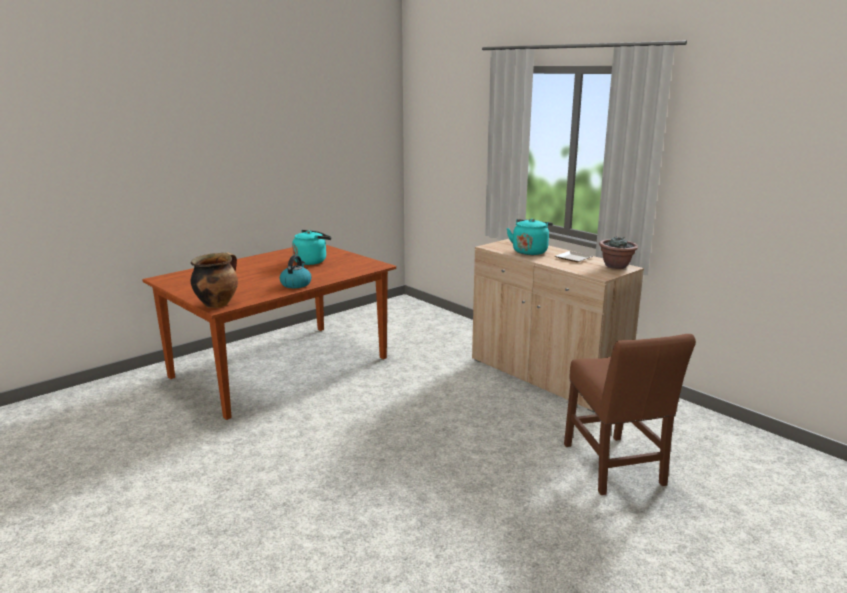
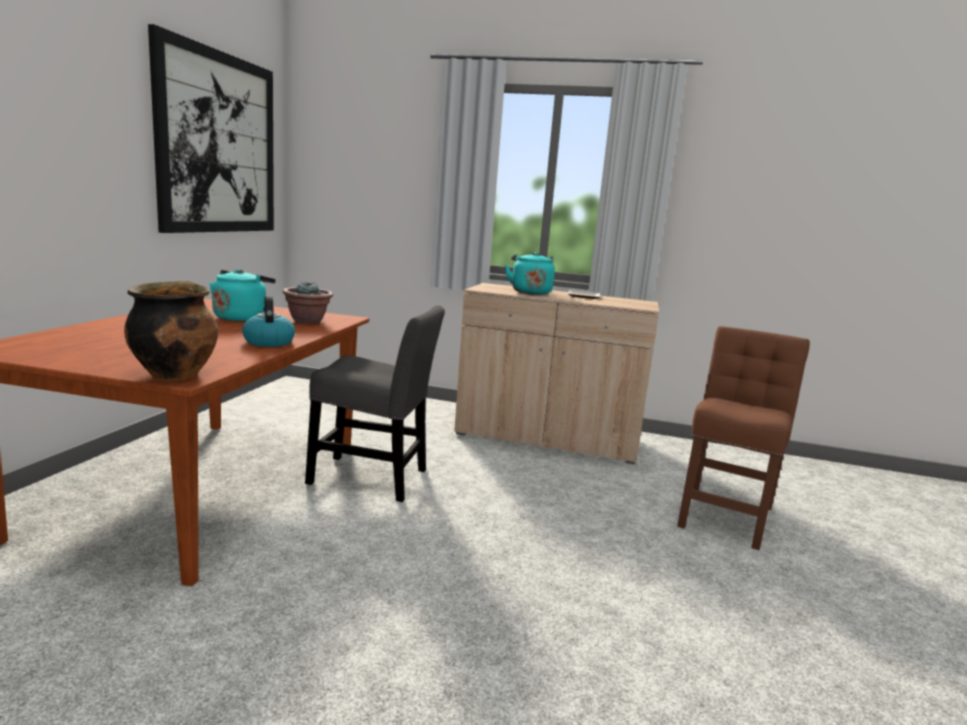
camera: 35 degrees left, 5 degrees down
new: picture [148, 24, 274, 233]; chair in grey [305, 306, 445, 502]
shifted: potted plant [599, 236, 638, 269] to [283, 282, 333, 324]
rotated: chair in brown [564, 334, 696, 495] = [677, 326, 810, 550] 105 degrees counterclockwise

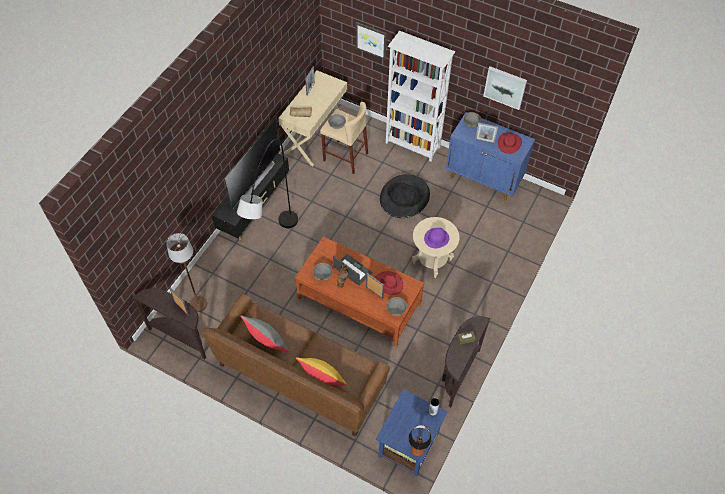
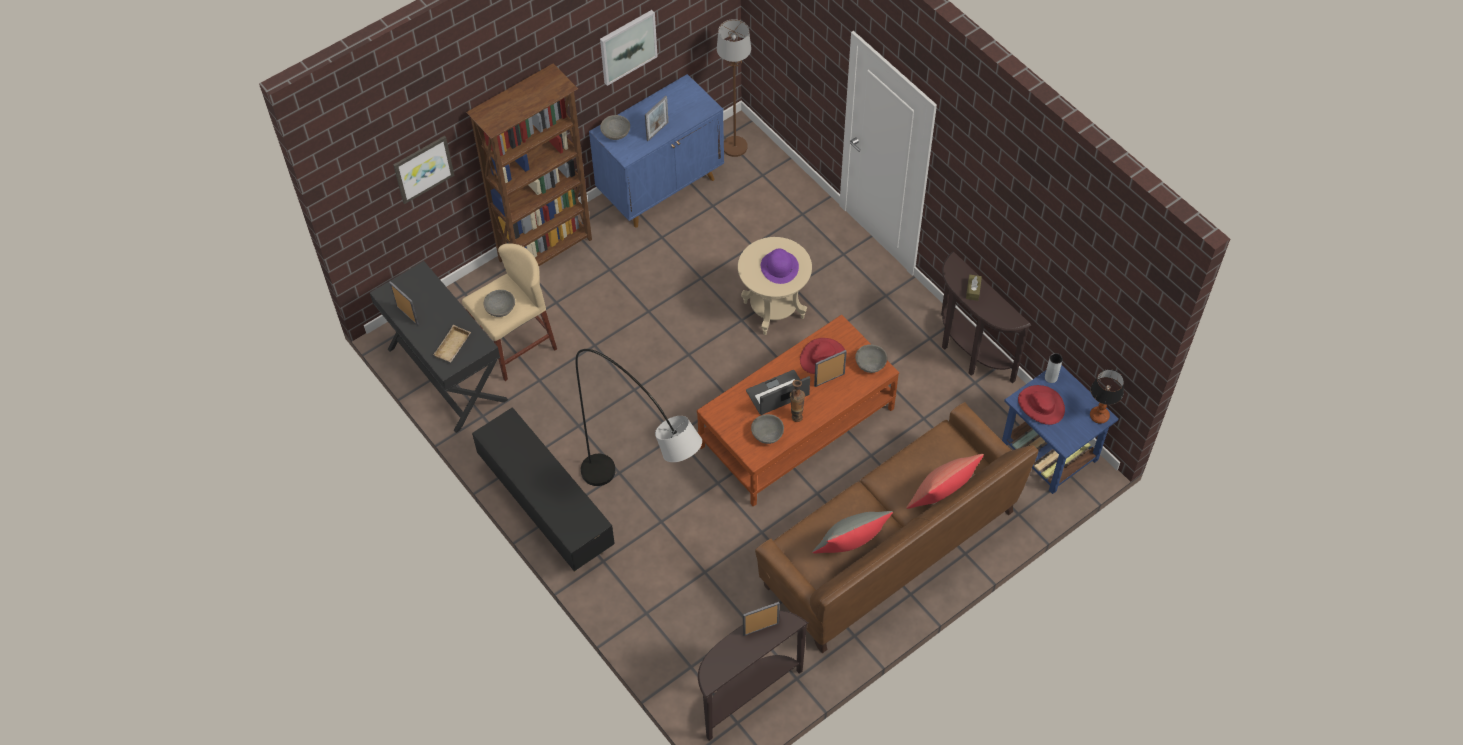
camera: 65 degrees left, 0 degrees up
gone: television [225, 118, 280, 210]; dog bed in black [380, 174, 430, 218]
shifted: floor lamp in brown [166, 233, 207, 312] to [717, 19, 751, 157]; hat in red [498, 132, 522, 154] to [1018, 385, 1065, 425]
repainted: desk in beige [278, 70, 347, 166] to desk in black [370, 261, 508, 433]; pillow in yellow [296, 357, 347, 386] to pillow in red [906, 454, 984, 509]; bookcase in white [386, 31, 455, 162] to bookcase in brown [466, 64, 592, 266]

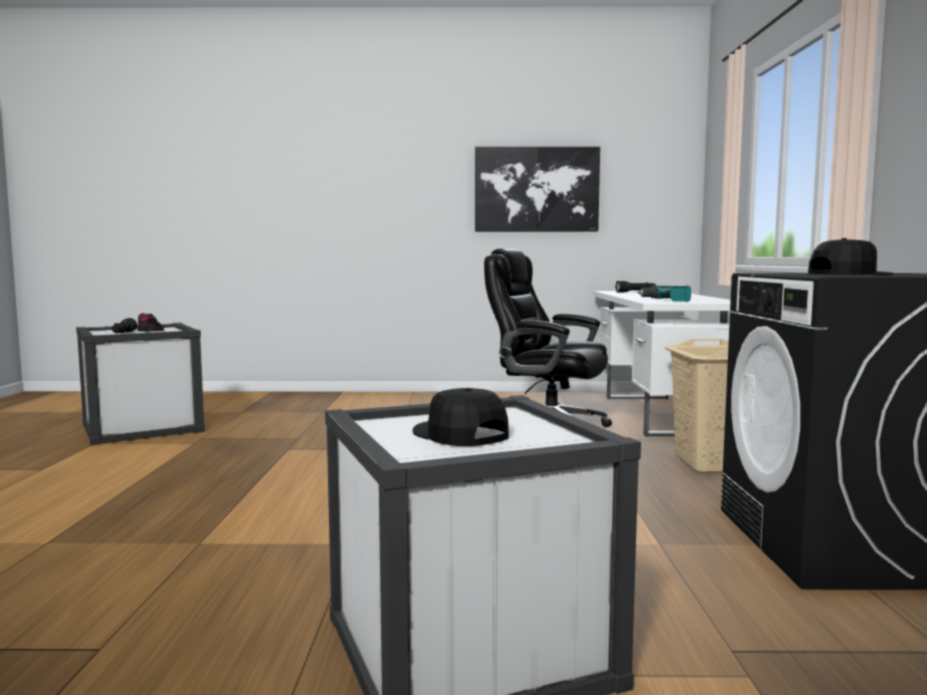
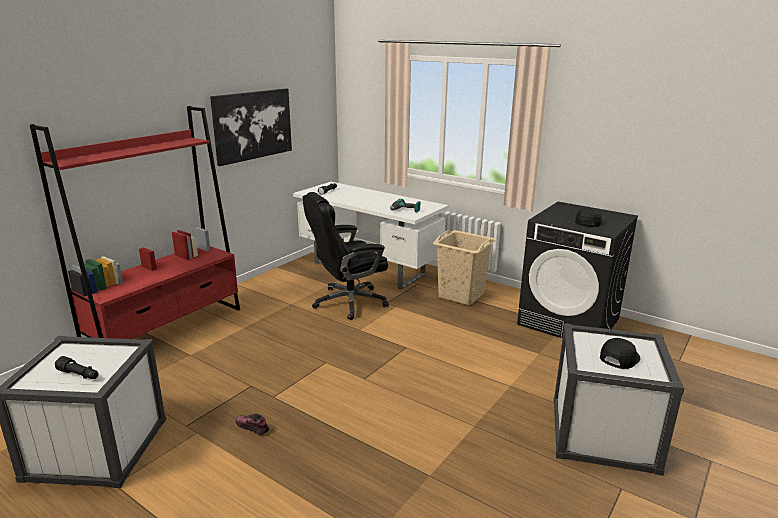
camera: 55 degrees left, 15 degrees up
new: bookcase in red [30, 106, 240, 339]
shifted: shoe [137, 313, 164, 332] to [236, 414, 269, 435]
rotated: cap in black [413, 388, 509, 446] = [600, 338, 640, 369] 135 degrees clockwise

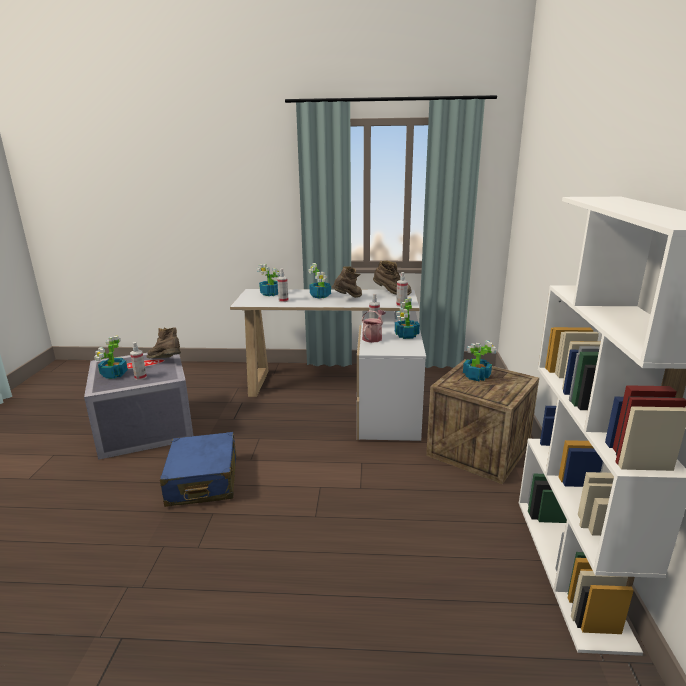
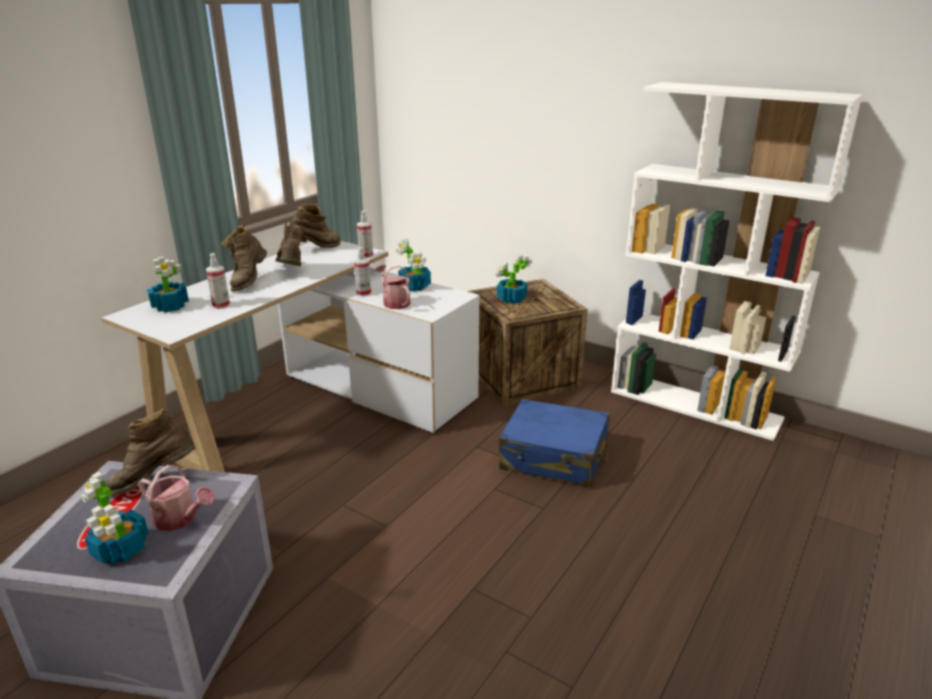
camera: 60 degrees left, 5 degrees up
shifted: suitcase in blue [160, 432, 237, 507] to [499, 399, 609, 487]
swapped: spray bottle [130, 342, 147, 380] to watering can [138, 465, 215, 531]; potted plant [308, 263, 331, 299] to boot in brown [221, 225, 267, 292]

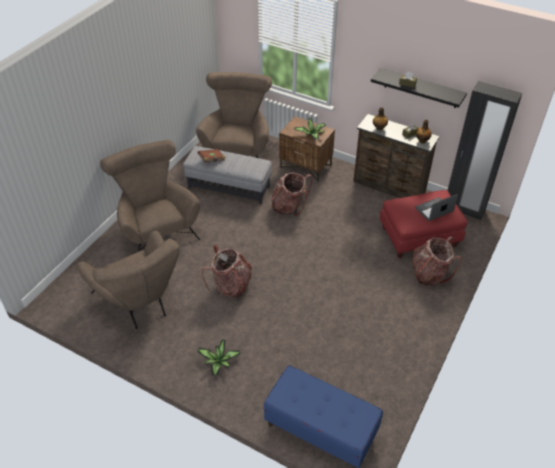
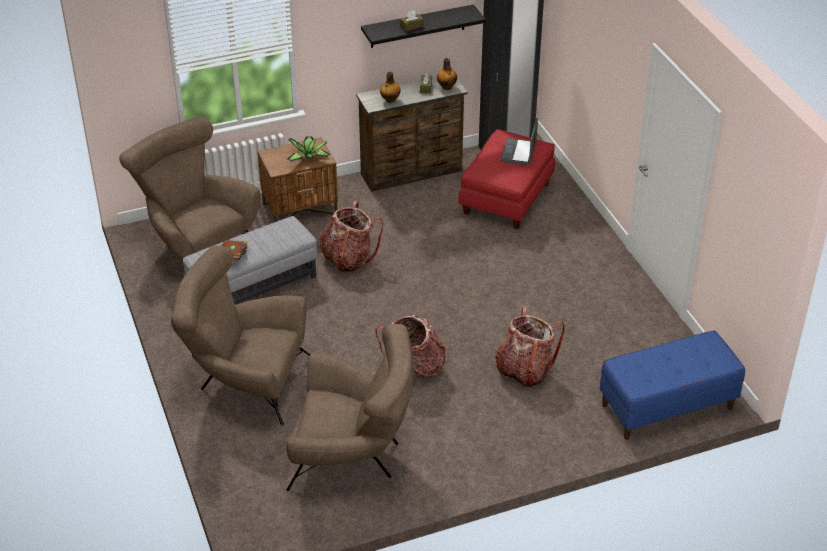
camera: 50 degrees left, 5 degrees down
gone: potted plant [198, 339, 240, 376]
shifted: backpack [412, 236, 462, 285] to [495, 307, 565, 388]

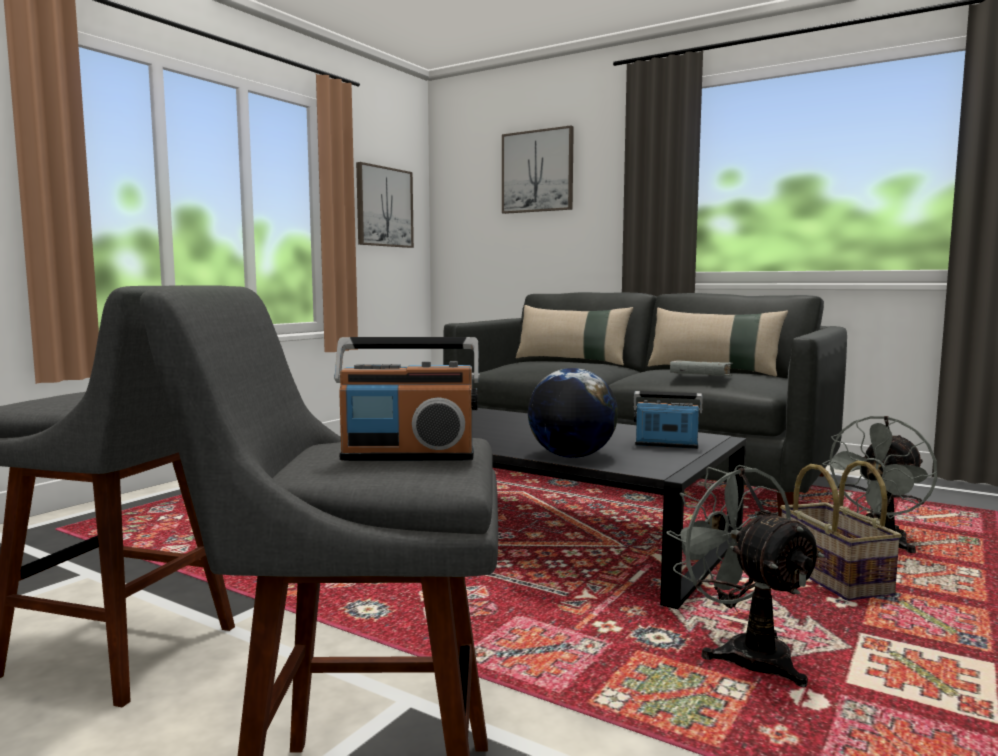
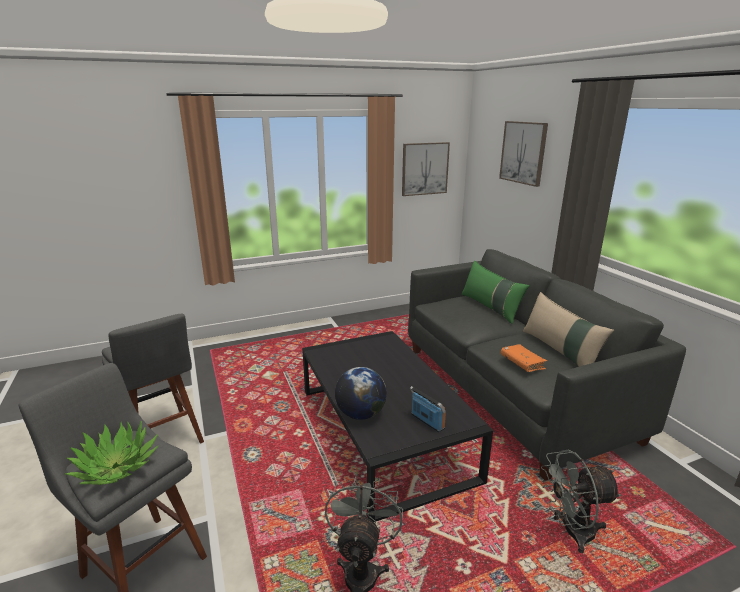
camera: 35 degrees right, 15 degrees up
gone: basket [780, 460, 902, 600]
swapped: radio [334, 337, 480, 461] to potted plant [65, 421, 158, 485]
repainted: pillow in beige [516, 305, 633, 365] to pillow in green [461, 261, 530, 324]; book in grey [670, 360, 733, 377] to book in orange [501, 344, 547, 372]

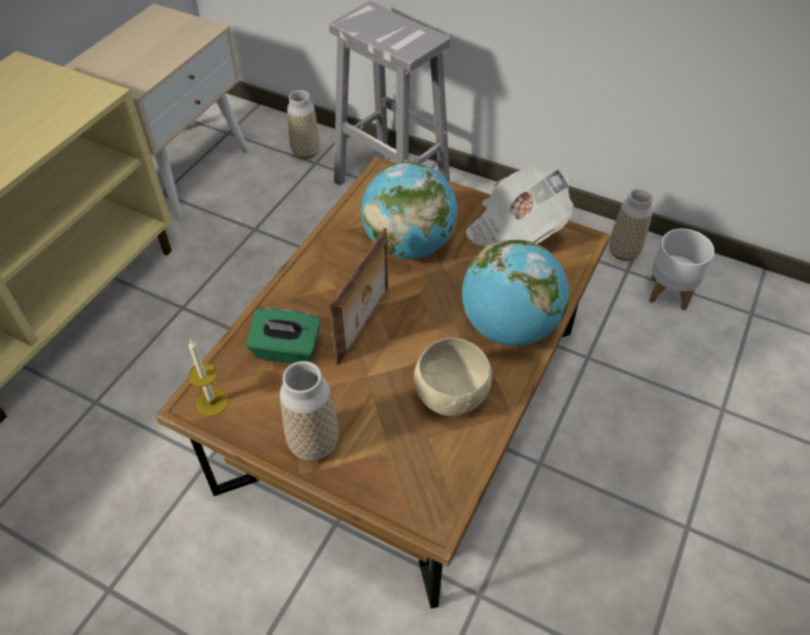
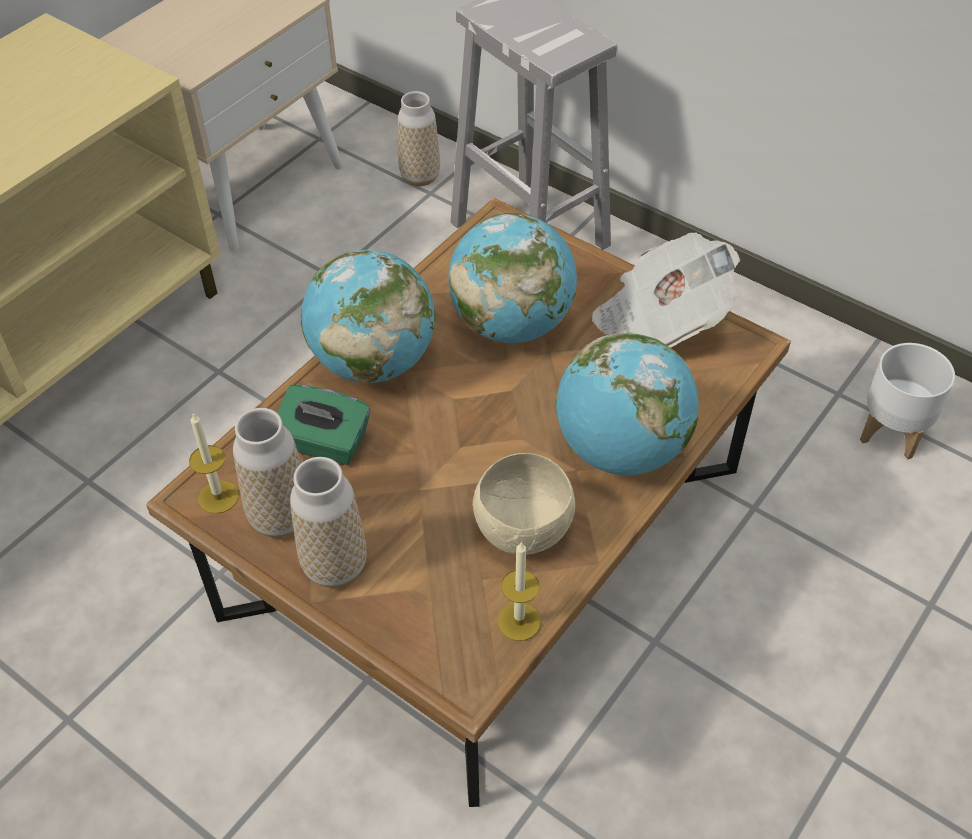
camera: 10 degrees right, 0 degrees up
gone: picture frame [329, 228, 388, 365]
new: globe [301, 250, 435, 383]; candle [498, 542, 541, 641]
shifted: vase [609, 188, 653, 261] to [233, 408, 301, 538]

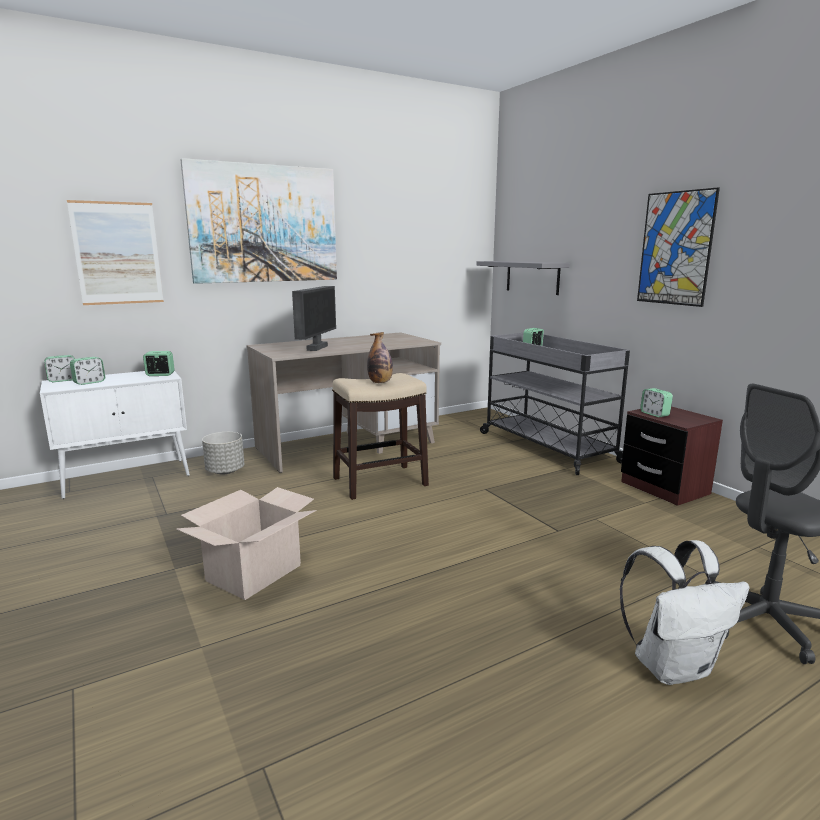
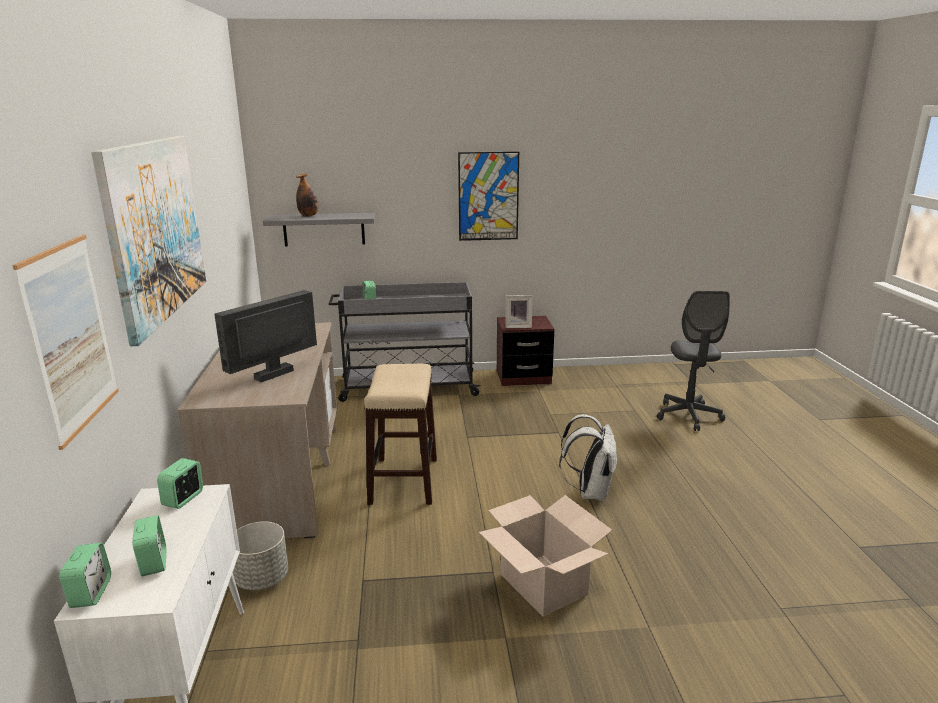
camera: 65 degrees left, 5 degrees up
shifted: bottle [367, 332, 393, 383] to [296, 174, 318, 217]; backpack in white [620, 540, 749, 685] to [559, 414, 618, 501]
swapped: alarm clock [640, 388, 673, 417] to picture frame [505, 295, 532, 328]
rotated: monitor [292, 286, 336, 351] = [214, 290, 317, 382] 90 degrees counterclockwise

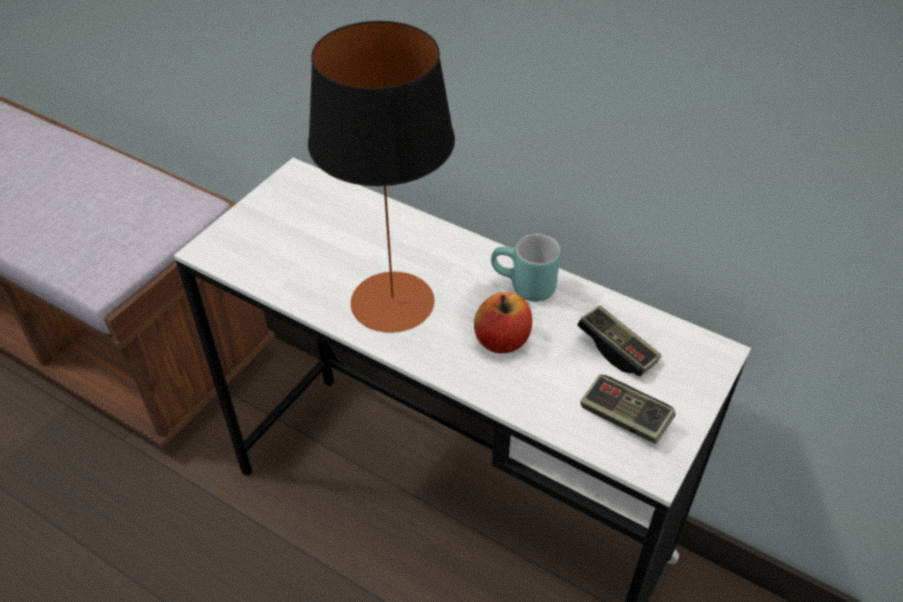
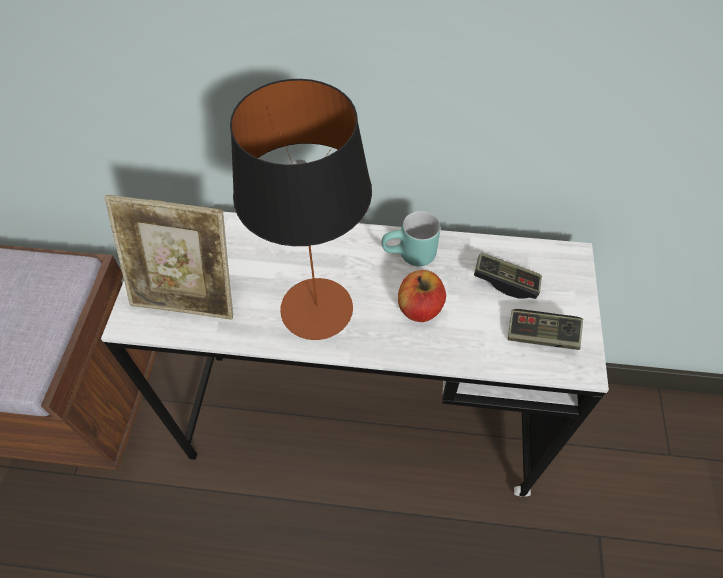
camera: 25 degrees left, 10 degrees up
new: picture frame [104, 195, 233, 320]

